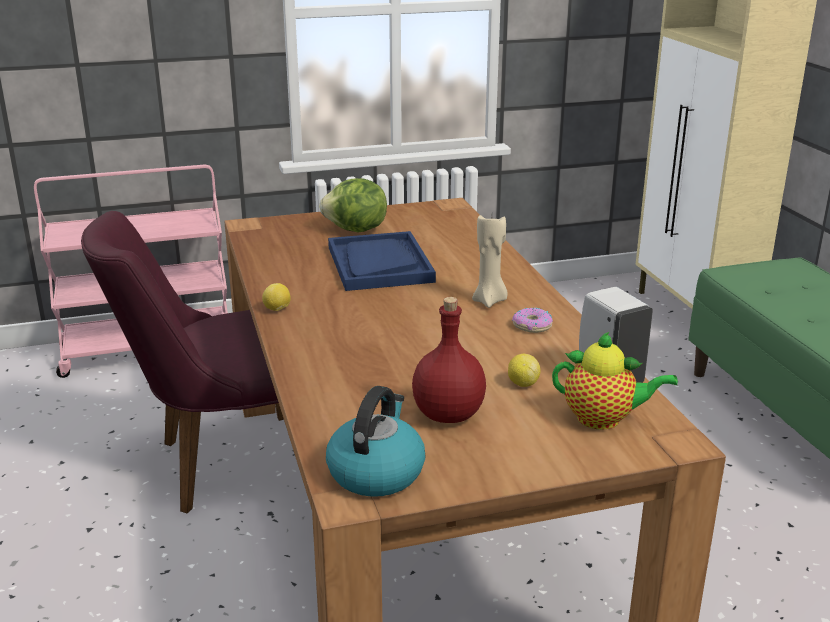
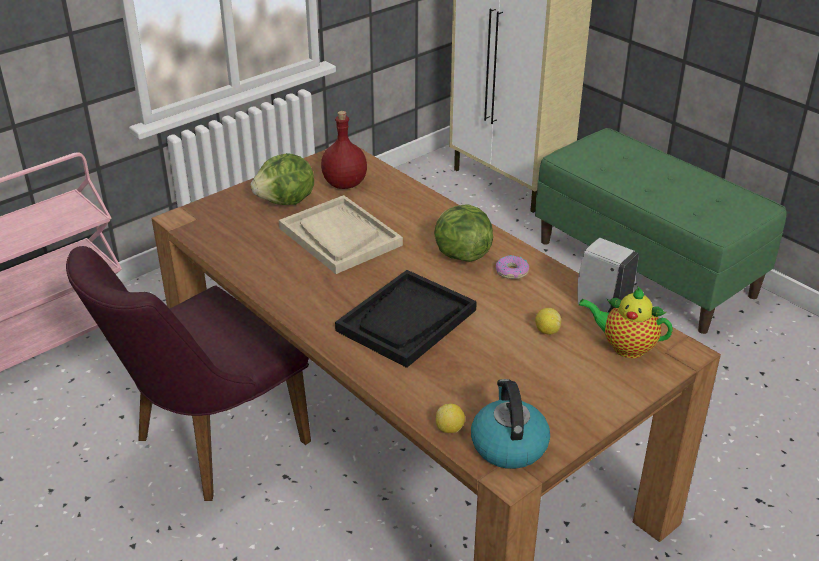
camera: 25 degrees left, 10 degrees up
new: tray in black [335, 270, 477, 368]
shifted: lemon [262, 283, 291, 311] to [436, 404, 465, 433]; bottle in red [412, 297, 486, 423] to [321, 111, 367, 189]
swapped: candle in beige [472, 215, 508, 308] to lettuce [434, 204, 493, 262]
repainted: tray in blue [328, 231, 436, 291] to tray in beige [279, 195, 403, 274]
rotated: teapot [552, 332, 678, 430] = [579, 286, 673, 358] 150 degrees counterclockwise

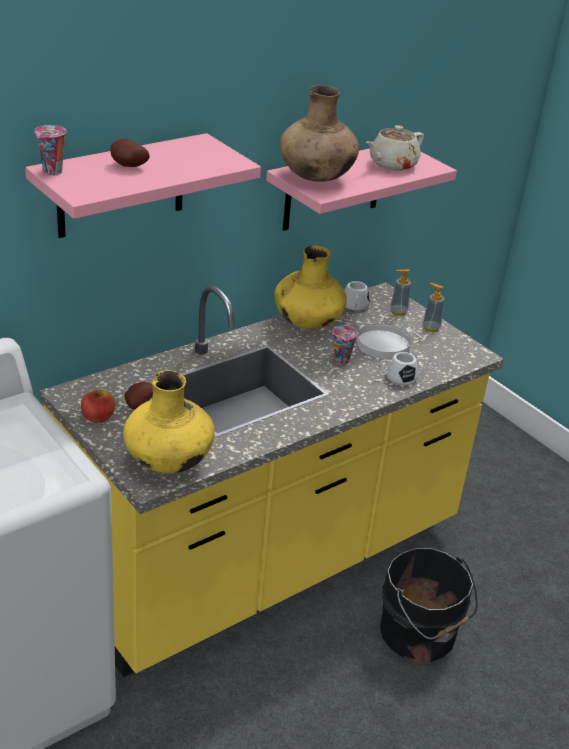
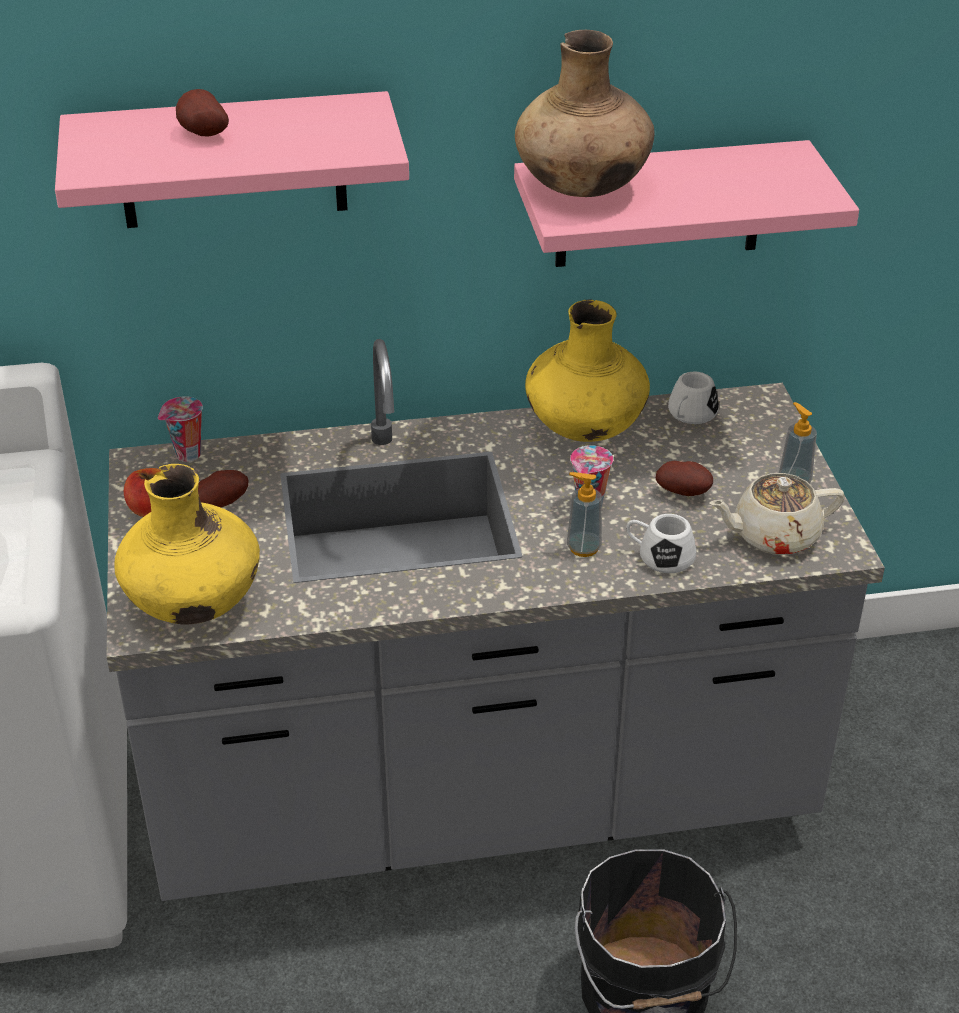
camera: 30 degrees right, 5 degrees up
shifted: cup [34, 125, 66, 175] to [158, 396, 203, 462]; teapot in beige [366, 125, 424, 171] to [709, 473, 845, 555]; soap dispenser [390, 269, 411, 316] to [567, 472, 602, 557]
swapped: plate in white [357, 323, 411, 359] to potato [656, 461, 713, 496]
repainted: counter in yellow [40, 282, 504, 677] to counter in grey [107, 339, 885, 901]

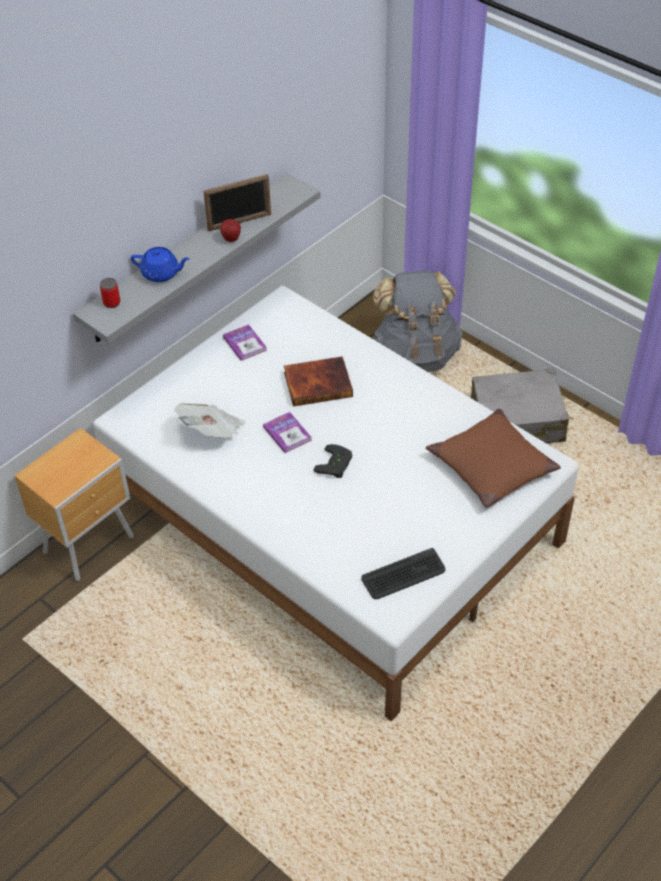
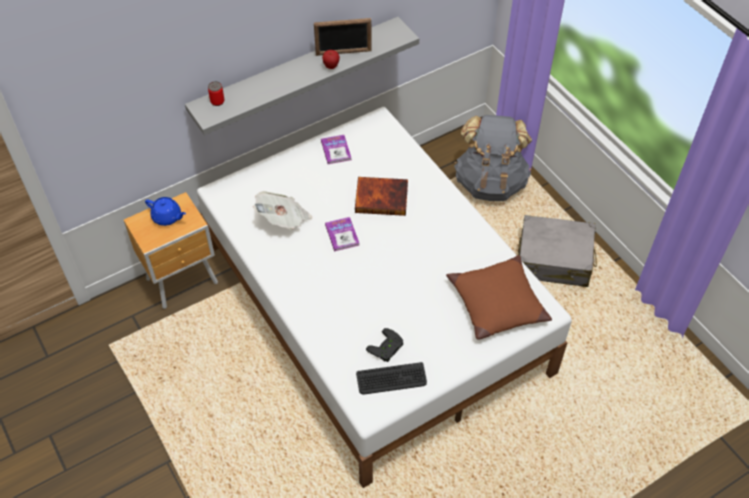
camera: 15 degrees right, 5 degrees up
shifted: teapot in blue [131, 247, 190, 282] to [145, 197, 186, 226]; game controller in black [313, 444, 352, 478] to [366, 328, 403, 362]

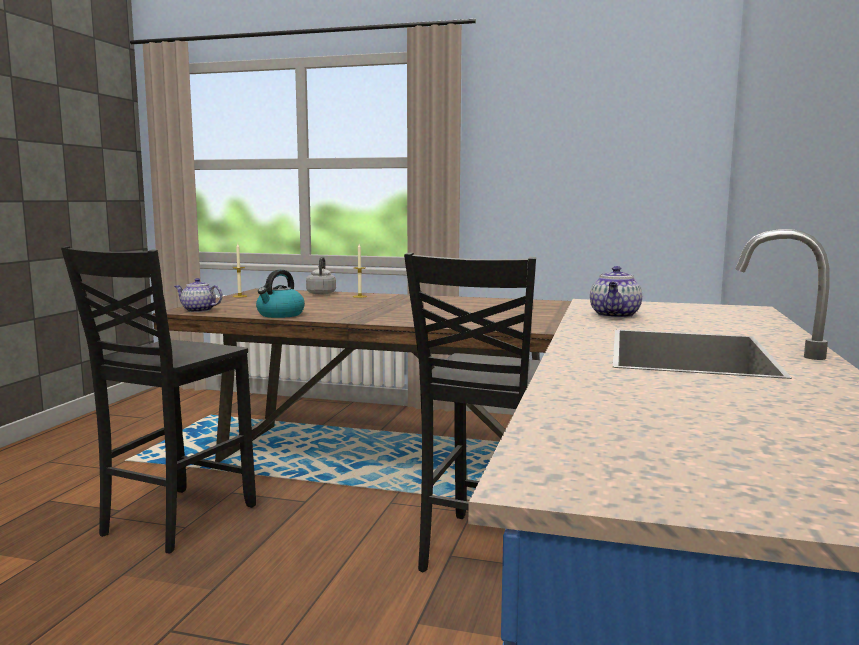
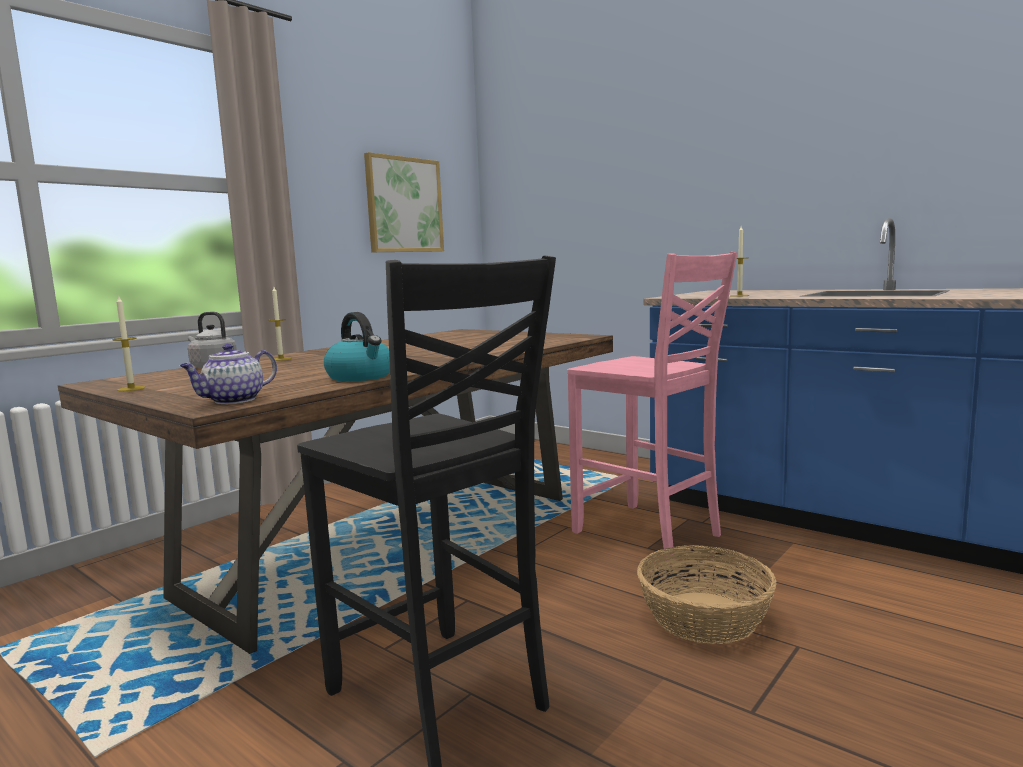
camera: 65 degrees left, 0 degrees up
new: picture [364, 152, 444, 252]; basket [637, 545, 777, 644]
swapped: teapot [590, 266, 642, 318] to candle [730, 226, 750, 297]
repainted: chair in black [404, 253, 541, 572] to chair in pink [567, 252, 737, 561]

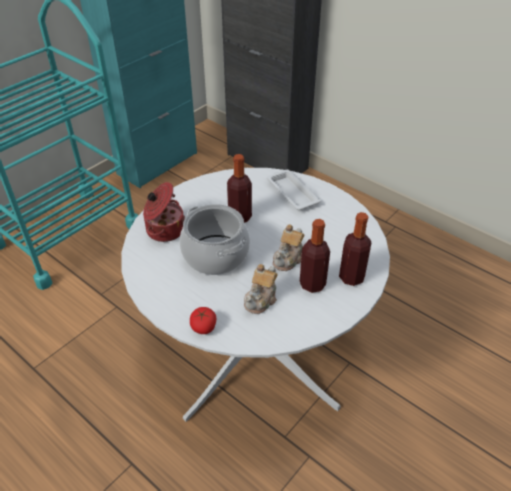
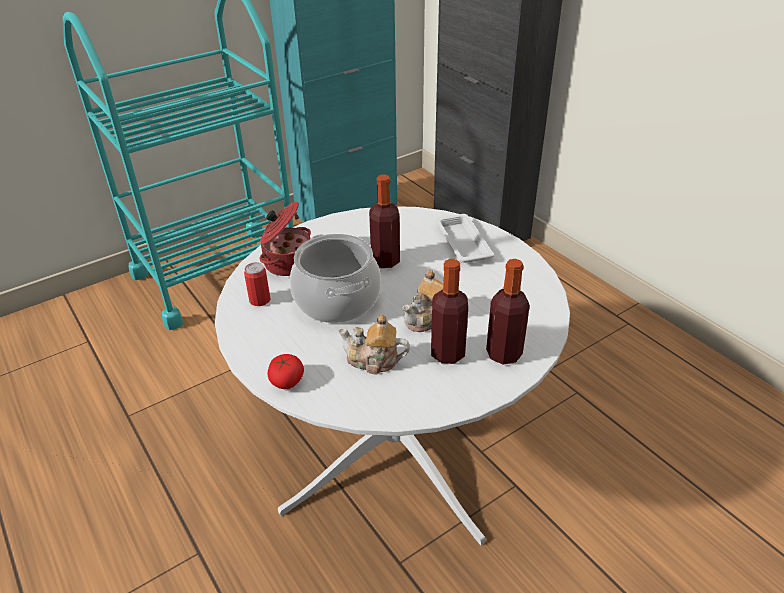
camera: 15 degrees right, 5 degrees down
new: can [244, 262, 270, 306]
rotated: teapot [244, 264, 278, 314] = [338, 314, 410, 375] 60 degrees clockwise

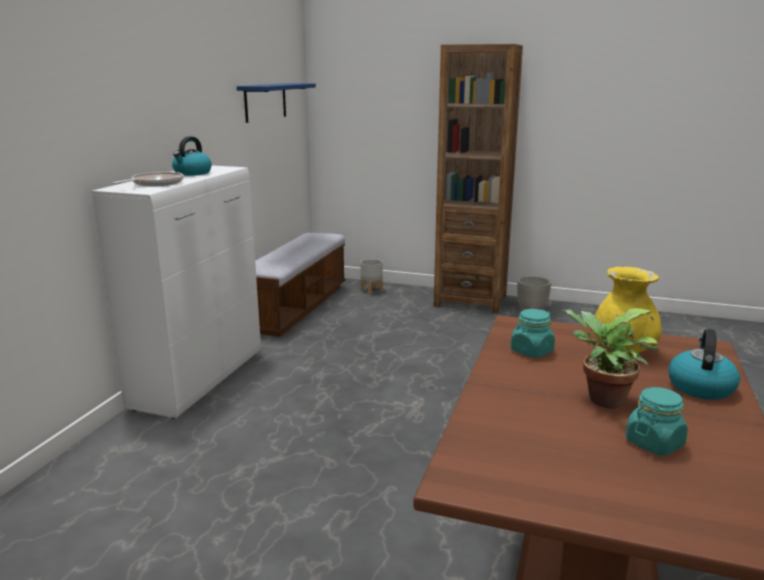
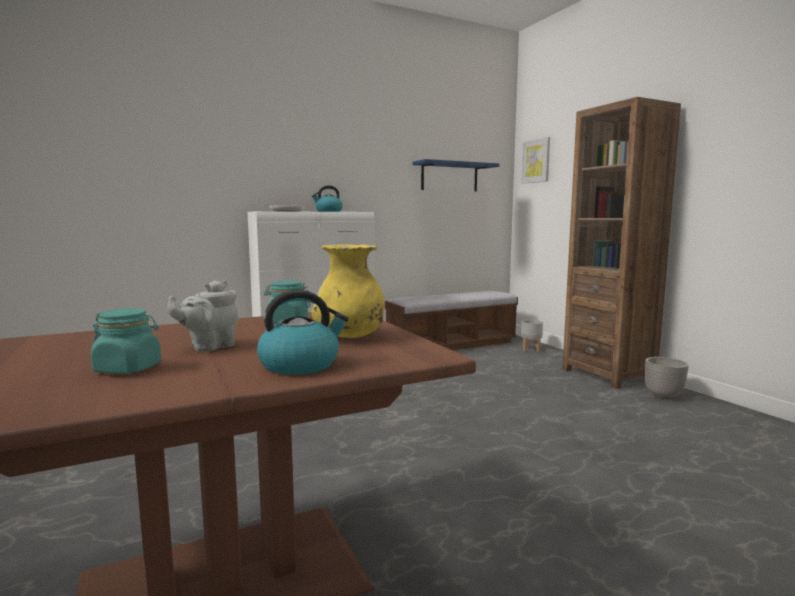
camera: 45 degrees right, 10 degrees down
new: picture [521, 137, 550, 184]
swapped: potted plant [561, 308, 660, 408] to teapot in grey [168, 280, 238, 352]

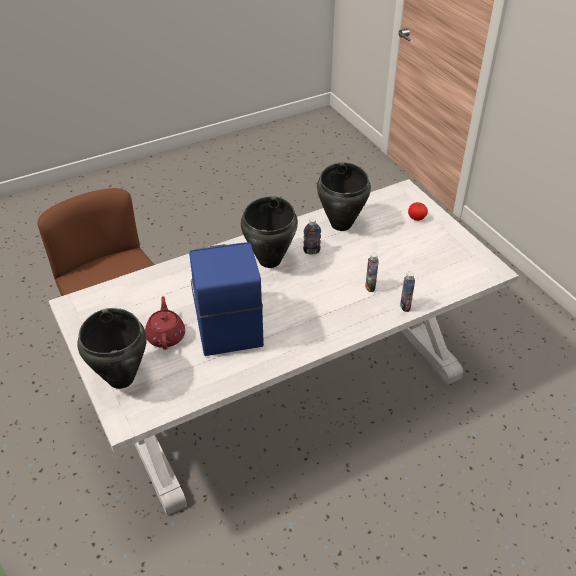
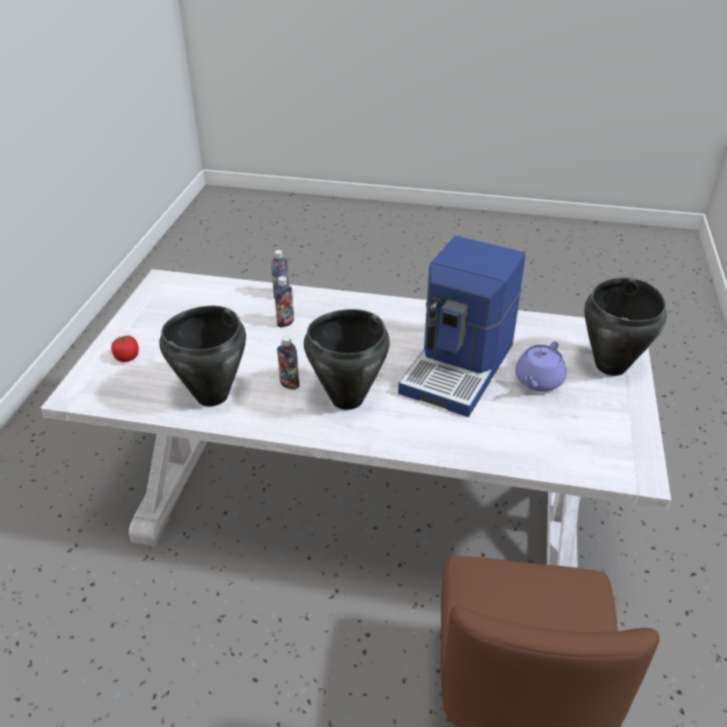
camera: 140 degrees left, 5 degrees down
repainted: teapot in red [145, 296, 185, 350] to teapot in purple [515, 341, 567, 391]

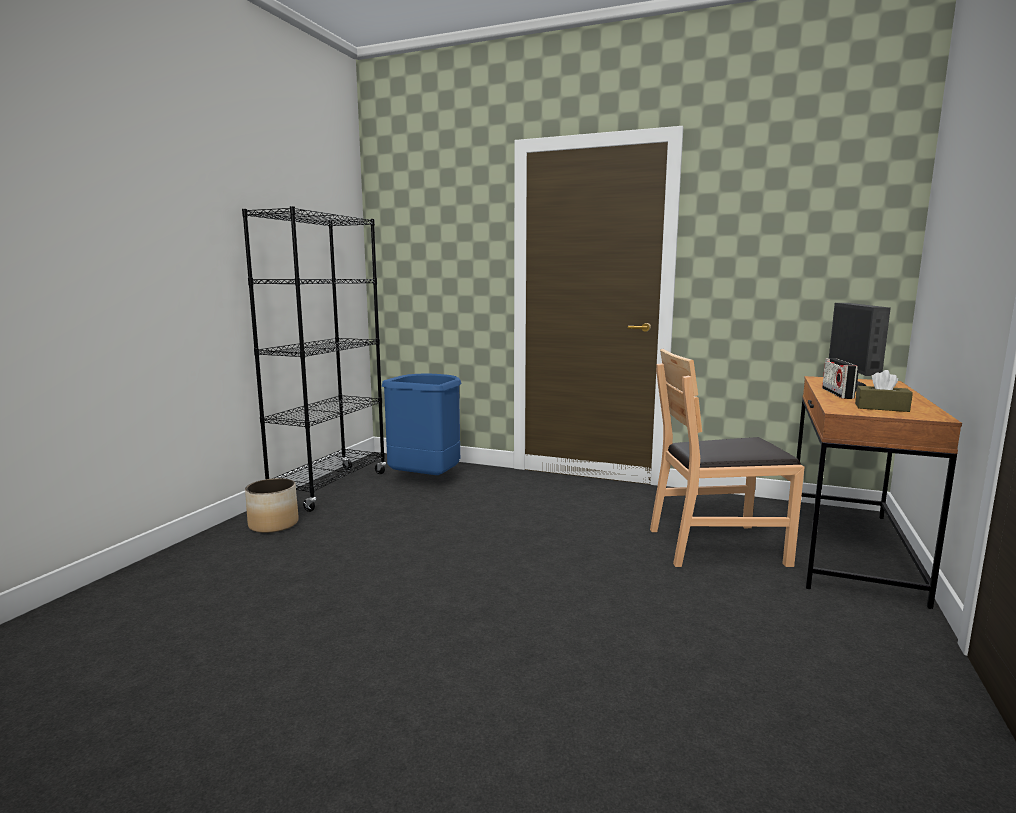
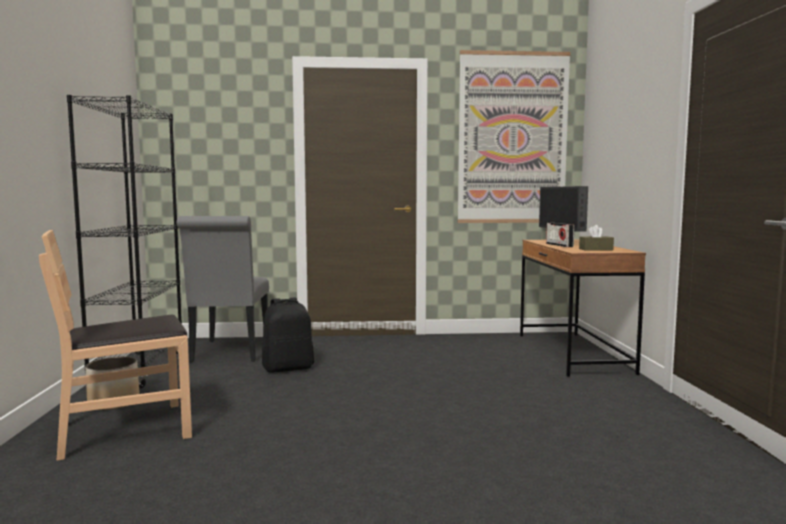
camera: 25 degrees left, 5 degrees down
new: backpack in black [262, 297, 314, 373]; picture [458, 50, 570, 223]
shifted: chair in brown [650, 349, 805, 567] to [39, 230, 192, 461]
swapped: trash can in blue [382, 374, 461, 475] to chair in grey [177, 216, 269, 363]

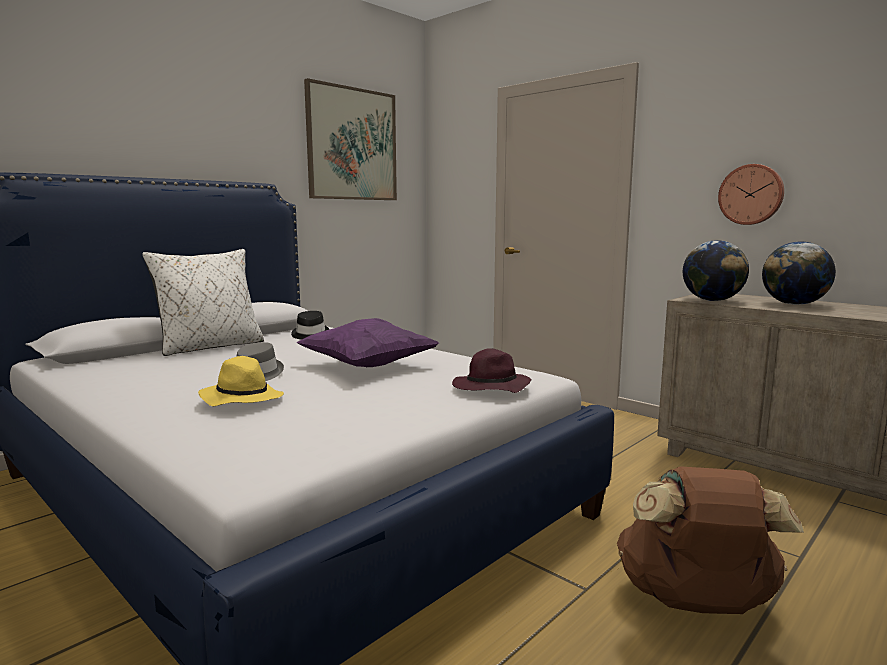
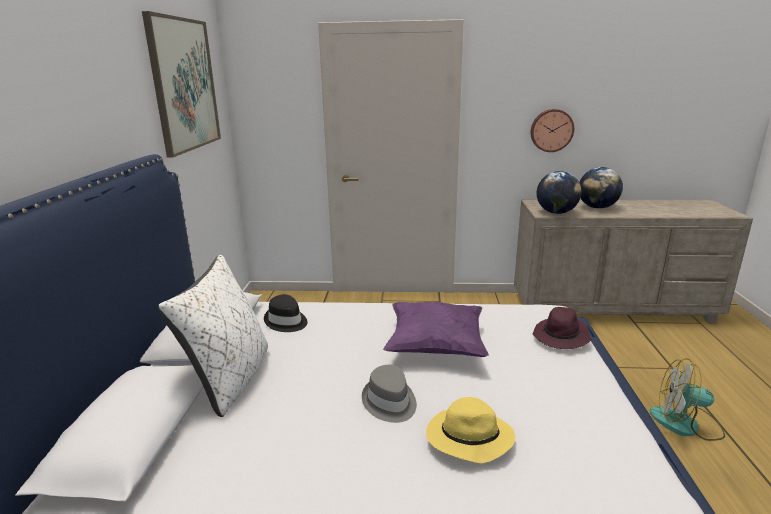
camera: 40 degrees left, 10 degrees up
swapped: backpack in brown [617, 466, 804, 614] to fan [650, 358, 725, 441]

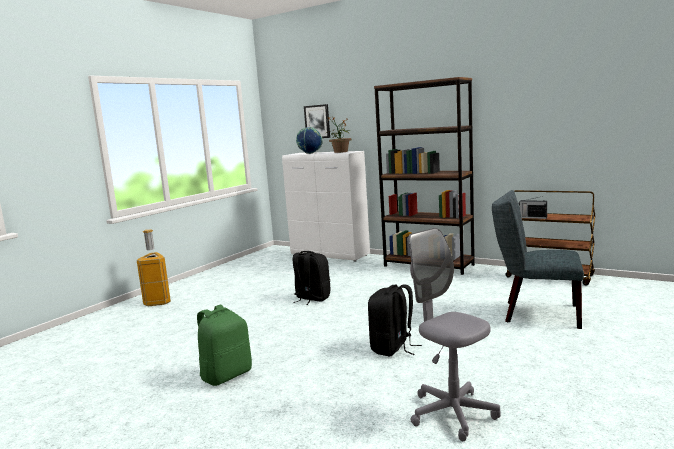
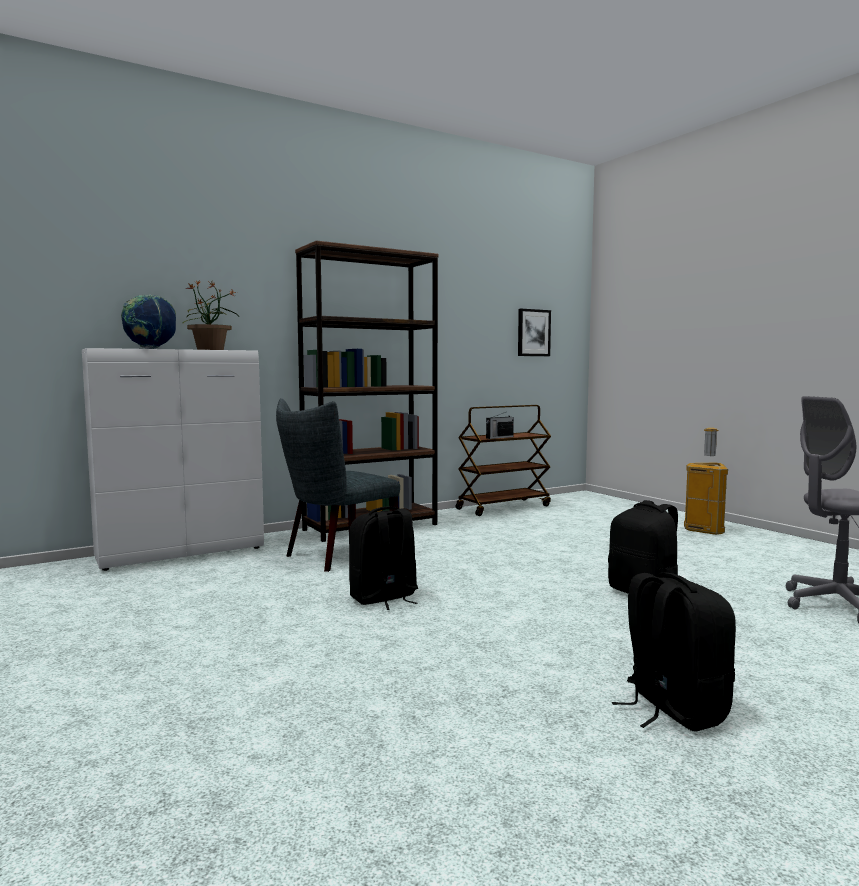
camera: 65 degrees left, 5 degrees down
shifted: trash can [137, 229, 171, 306] to [684, 428, 728, 535]; picture [304, 104, 330, 138] to [518, 309, 551, 356]; chair in grey [492, 190, 584, 329] to [276, 399, 400, 572]
repainted: backpack in green [197, 305, 252, 386] to backpack in black [612, 572, 736, 732]

